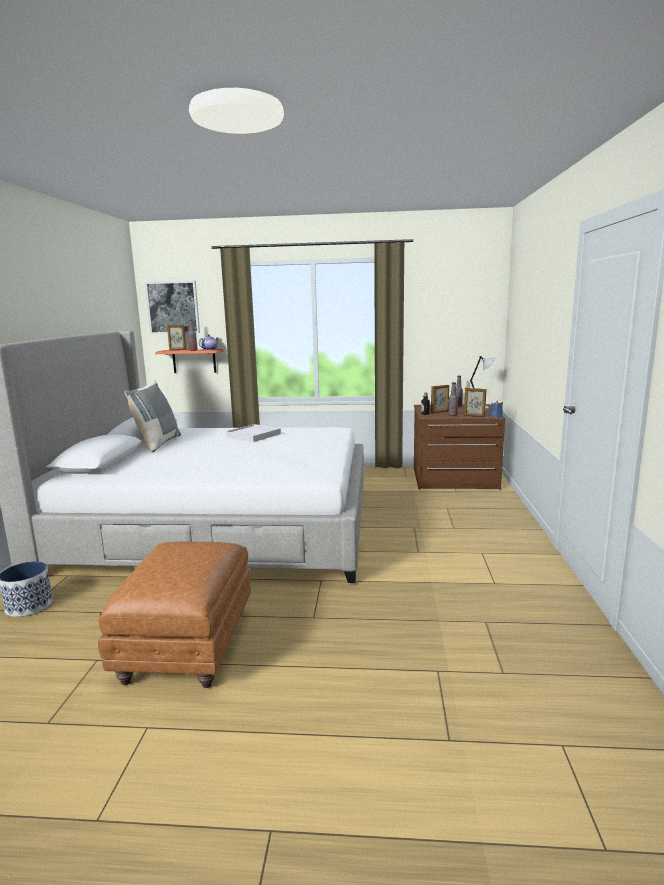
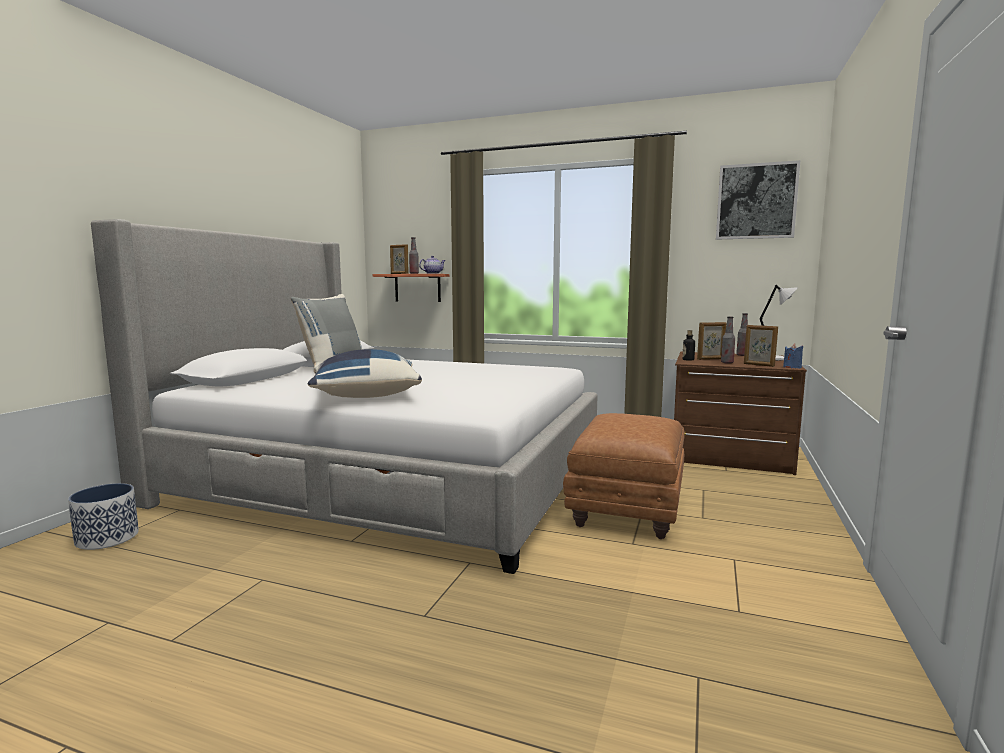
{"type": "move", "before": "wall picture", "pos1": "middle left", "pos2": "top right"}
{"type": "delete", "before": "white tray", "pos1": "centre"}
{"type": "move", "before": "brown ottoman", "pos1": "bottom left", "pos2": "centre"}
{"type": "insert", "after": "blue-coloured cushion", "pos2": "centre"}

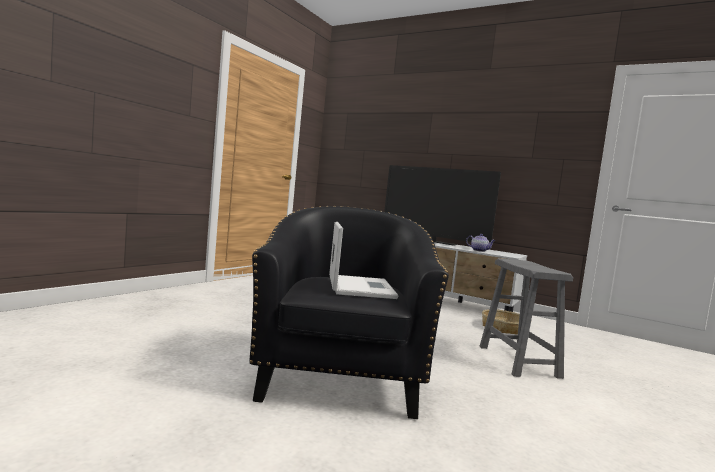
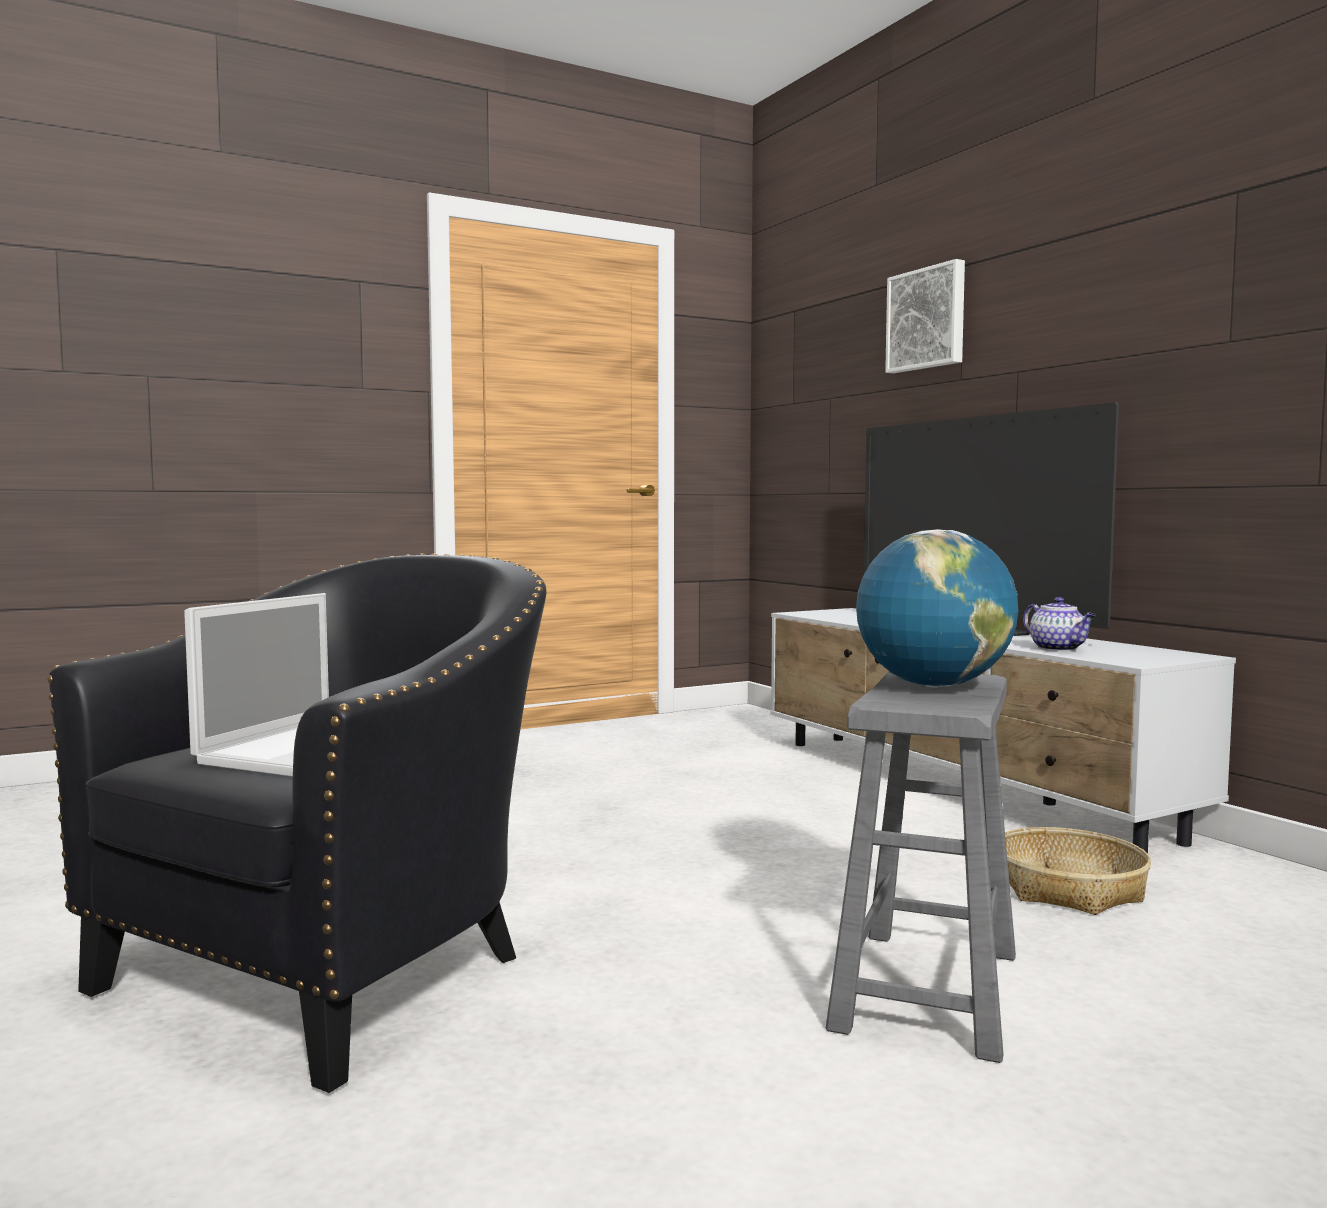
{"type": "insert", "after": "wall picture", "pos2": "top right"}
{"type": "insert", "after": "desk globe", "pos2": "middle right"}

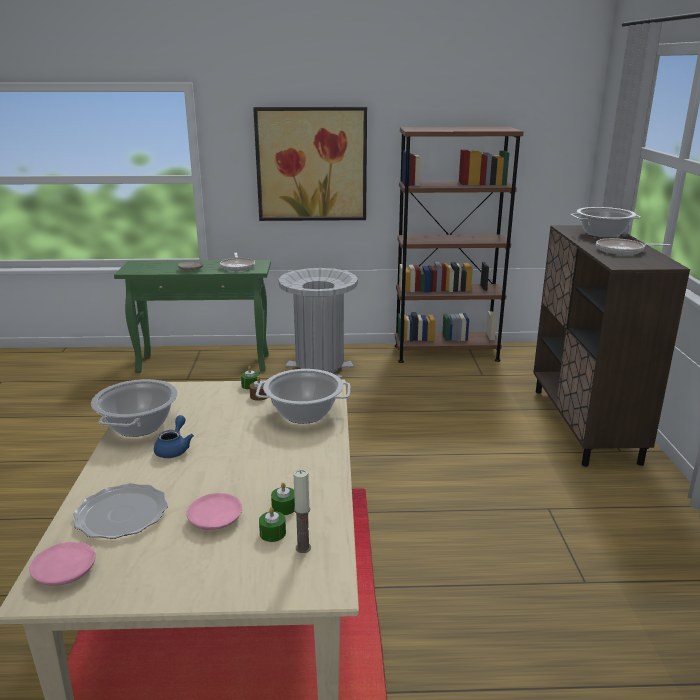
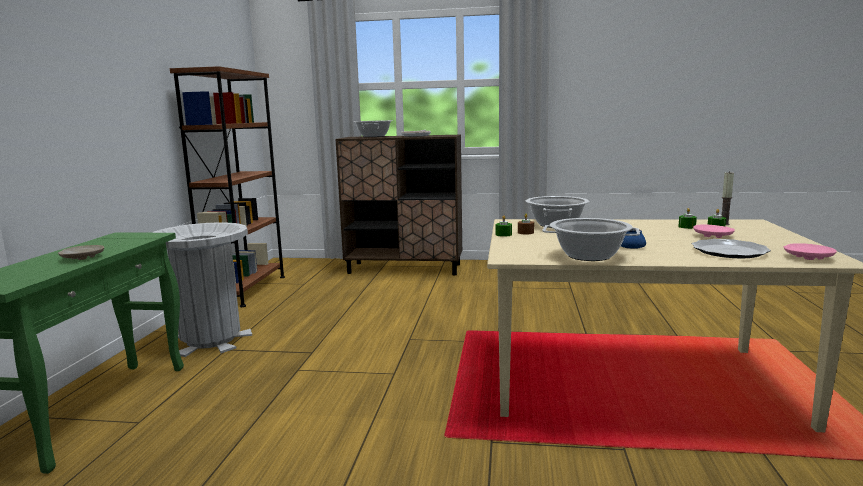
{"type": "delete", "before": "wall picture", "pos1": "top centre"}
{"type": "delete", "before": "frying pan (1st from left)", "pos1": "centre"}

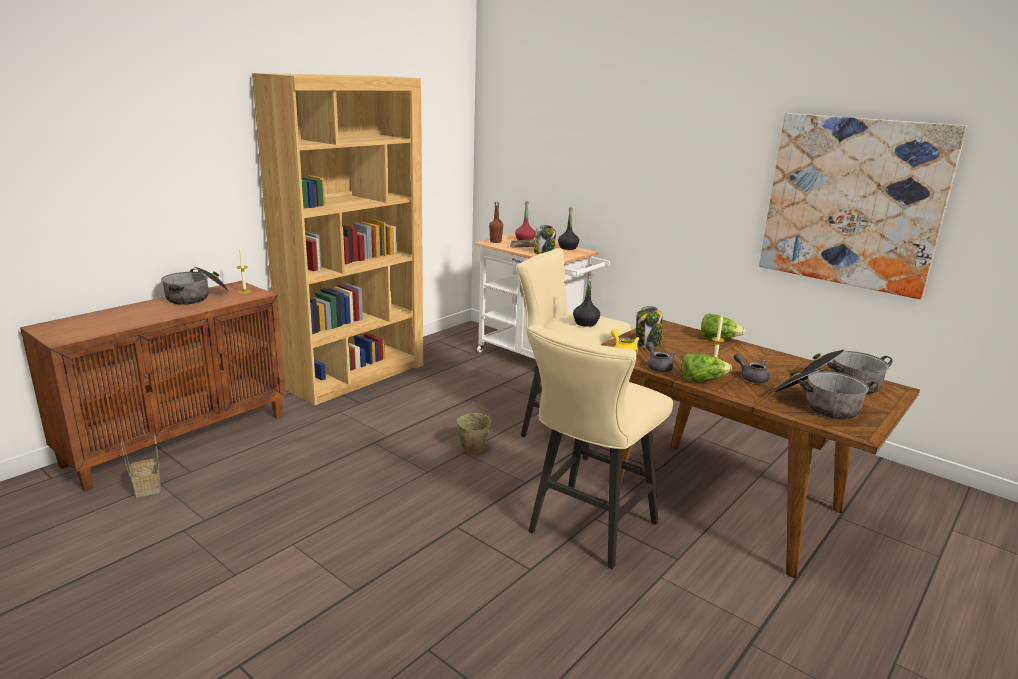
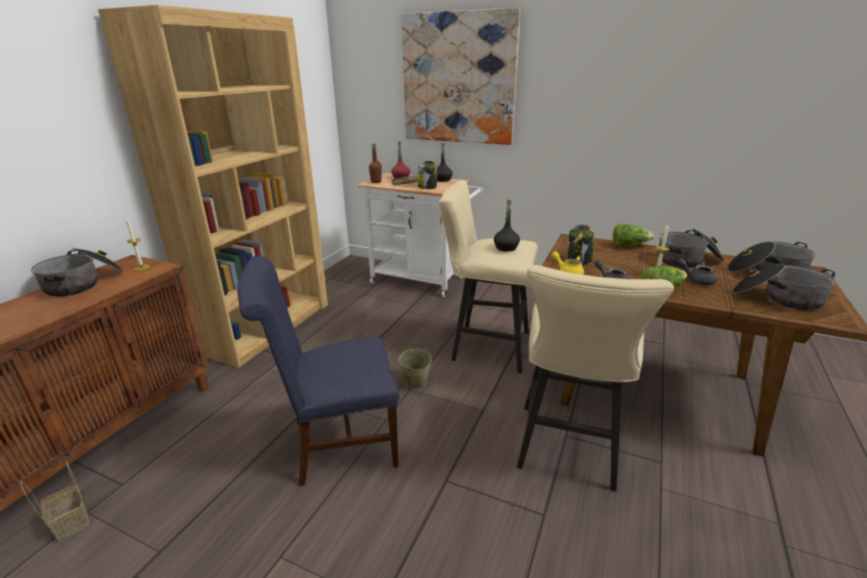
{"type": "move", "before": "wall picture", "pos1": "top right", "pos2": "top centre"}
{"type": "insert", "after": "cooking pot (2nd from left)", "pos2": "middle right"}
{"type": "insert", "after": "blue-coloured upright chair", "pos2": "centre"}

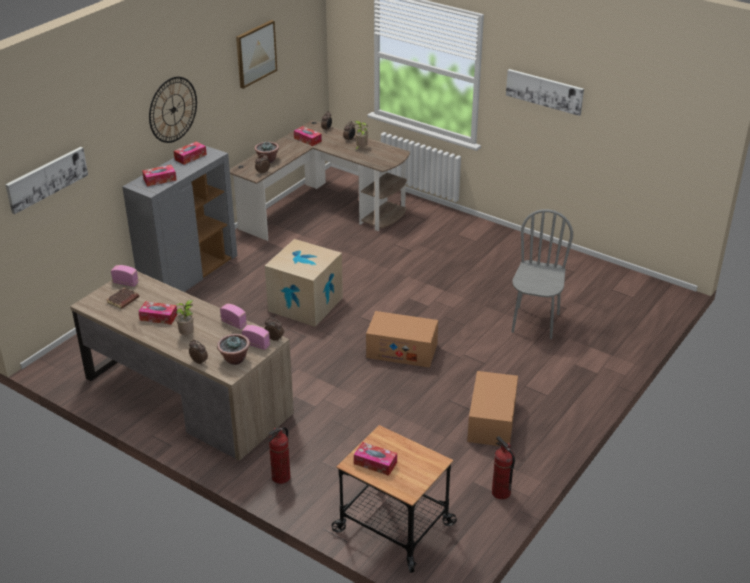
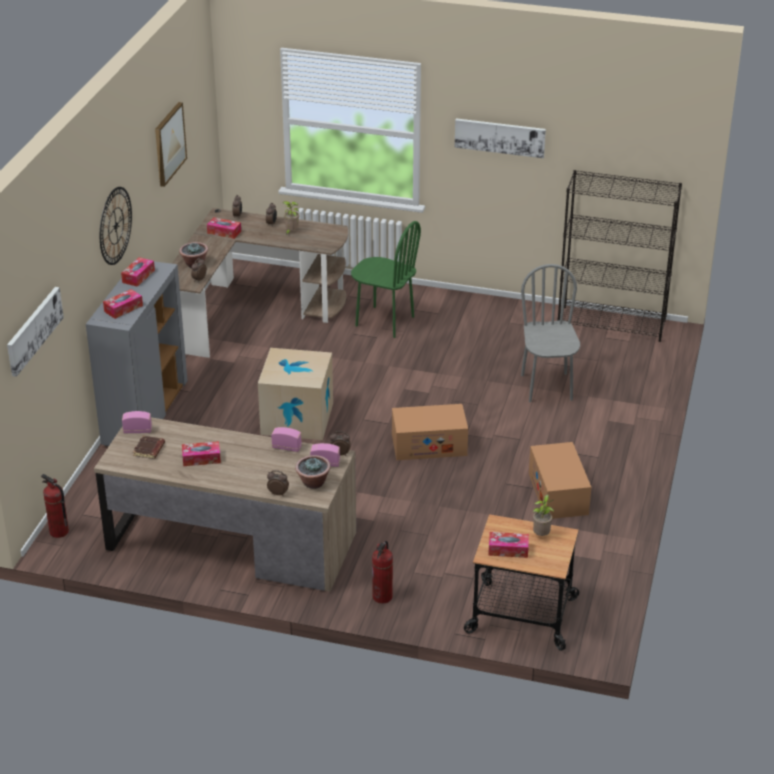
{"type": "move", "before": "houseplant (1st from left in the first image)", "after": "houseplant (4th from left)", "pos1": "middle left", "pos2": "middle right"}
{"type": "move", "before": "extinguisher (2nd from left in the first image)", "after": "extinguisher (1st from left)", "pos1": "bottom right", "pos2": "middle left"}
{"type": "insert", "after": "black bookshelf", "pos2": "top right"}
{"type": "insert", "after": "greenish upright chair", "pos2": "centre"}

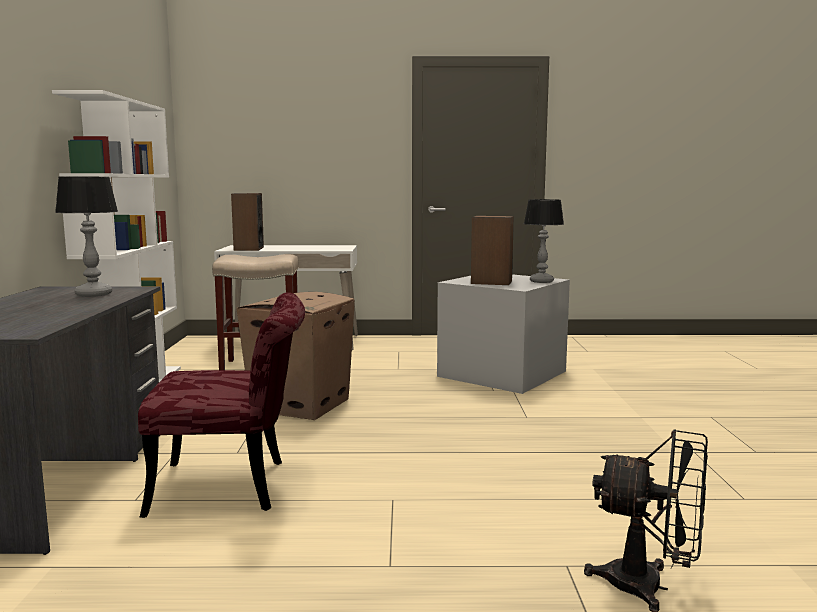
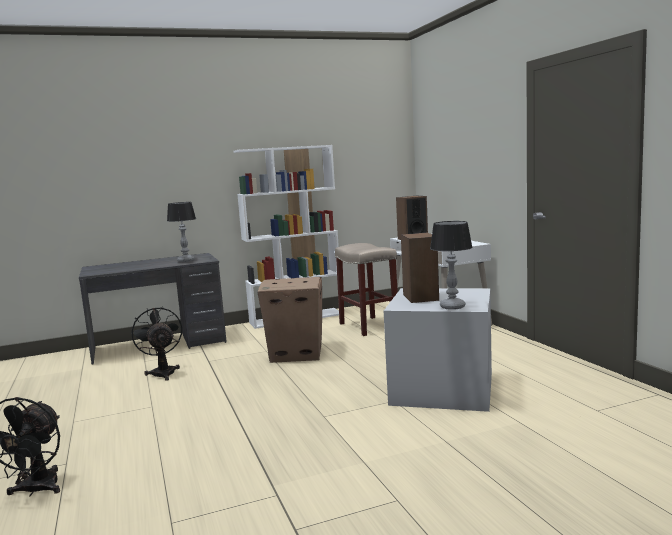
{"type": "replace", "before": "reddish upright chair", "after": "black electric fan (2nd from left)", "pos1": "middle left", "pos2": "middle left"}

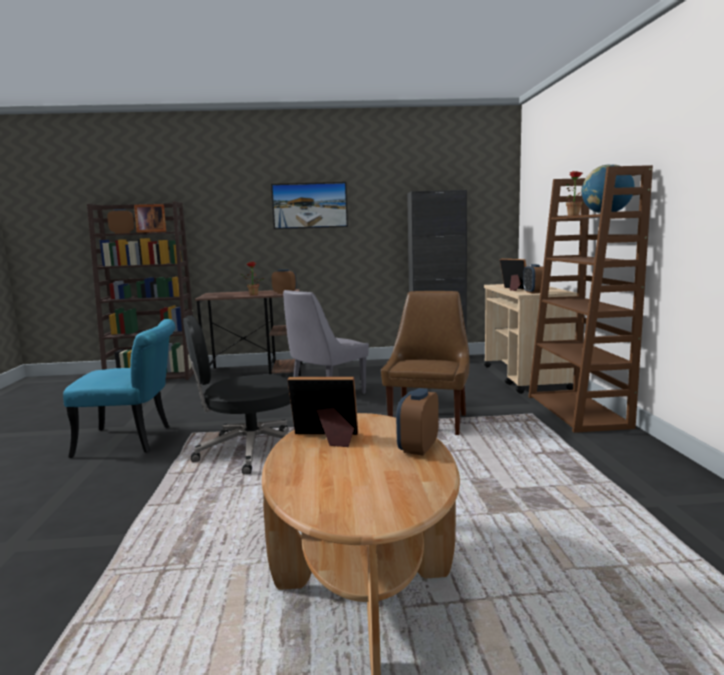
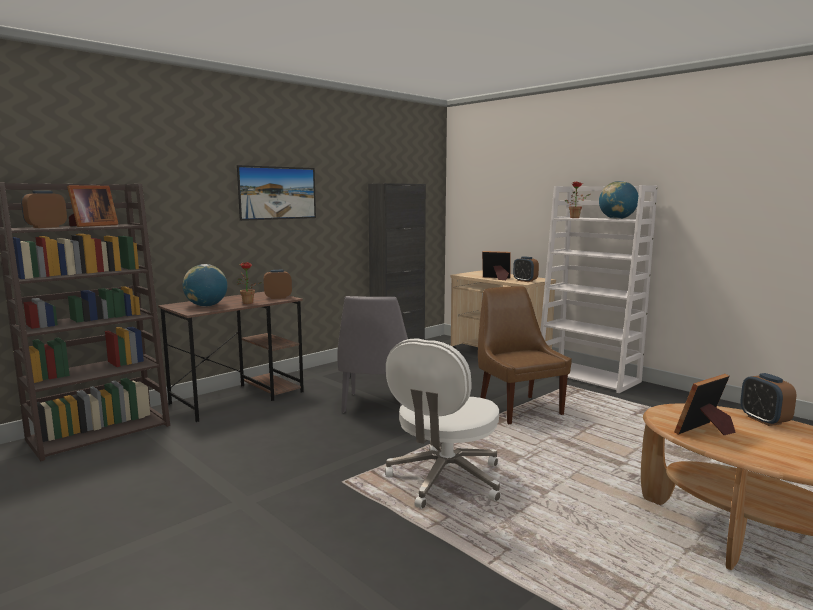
{"type": "recolor", "before": "brown bookshelf (2nd from left)", "after": "white bookshelf", "pos1": "middle right", "pos2": "middle right"}
{"type": "recolor", "before": "black desk chair", "after": "white desk chair", "pos1": "middle left", "pos2": "bottom centre"}
{"type": "delete", "before": "blue-green upright chair", "pos1": "middle left"}
{"type": "insert", "after": "desk globe (1st from left)", "pos2": "middle left"}

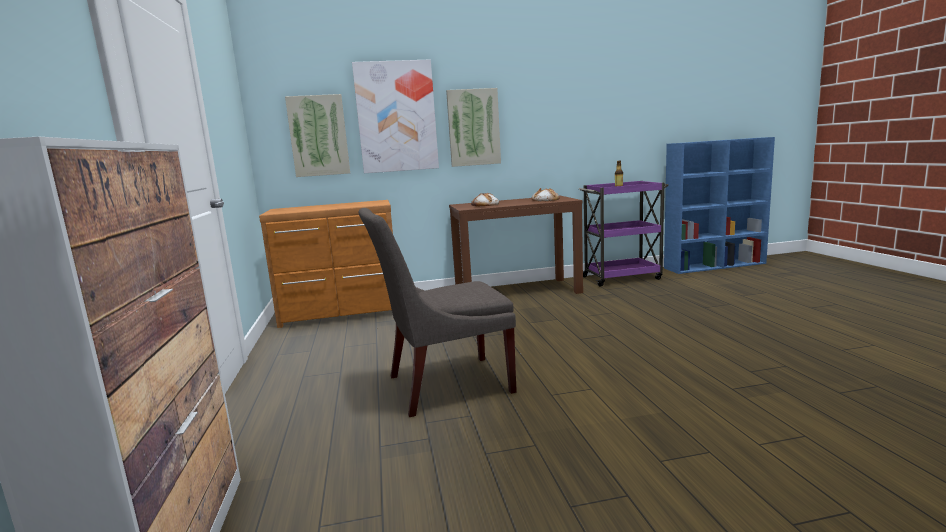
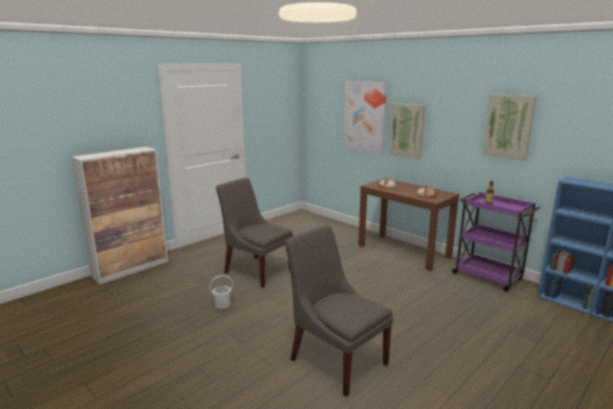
{"type": "move", "before": "wall picture (1st from left in the first image)", "after": "wall picture (3rd from left)", "pos1": "top centre", "pos2": "top right"}
{"type": "delete", "before": "brown chest of drawers", "pos1": "centre"}
{"type": "insert", "after": "greyish upright chair (2nd from left)", "pos2": "bottom centre"}
{"type": "insert", "after": "white water bucket", "pos2": "bottom centre"}

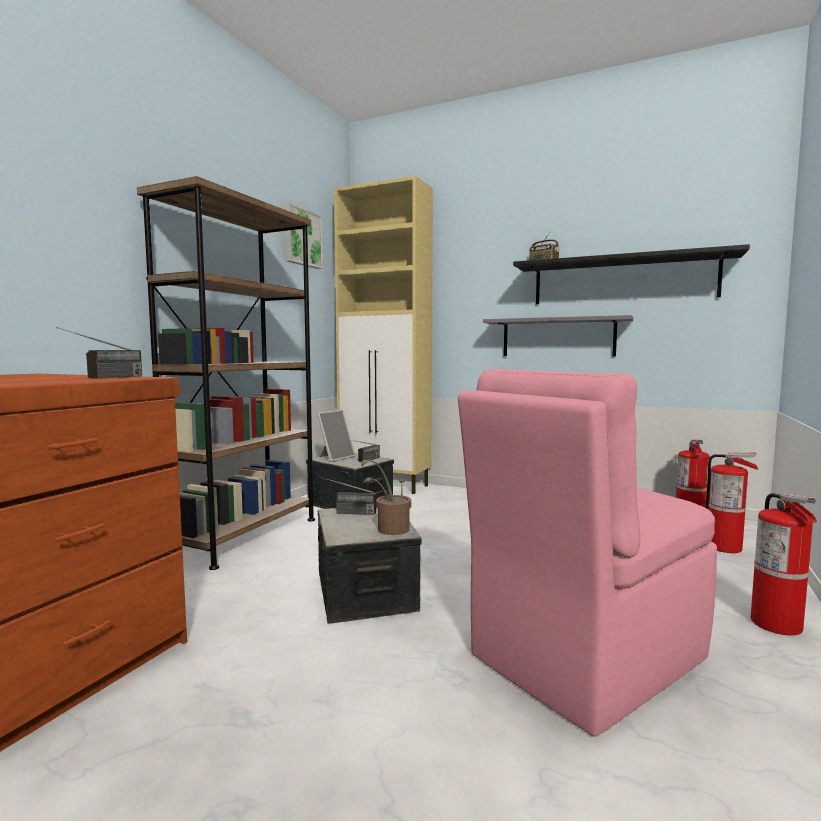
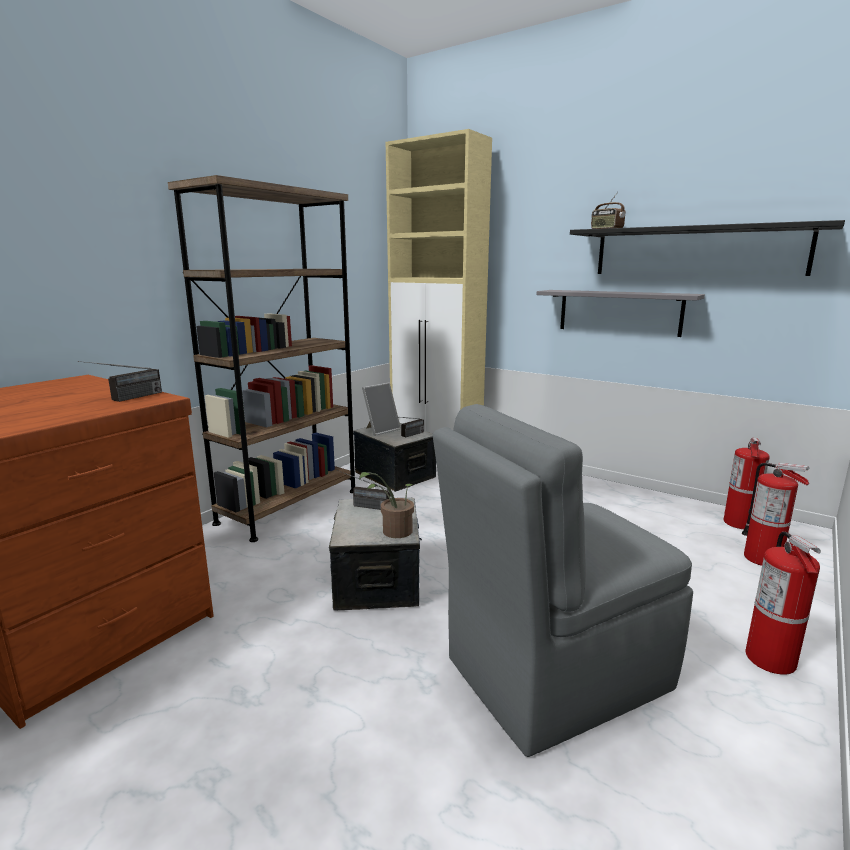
{"type": "delete", "before": "wall picture", "pos1": "top centre"}
{"type": "recolor", "before": "pink upright chair", "after": "greyish upright chair", "pos1": "bottom right", "pos2": "bottom centre"}

